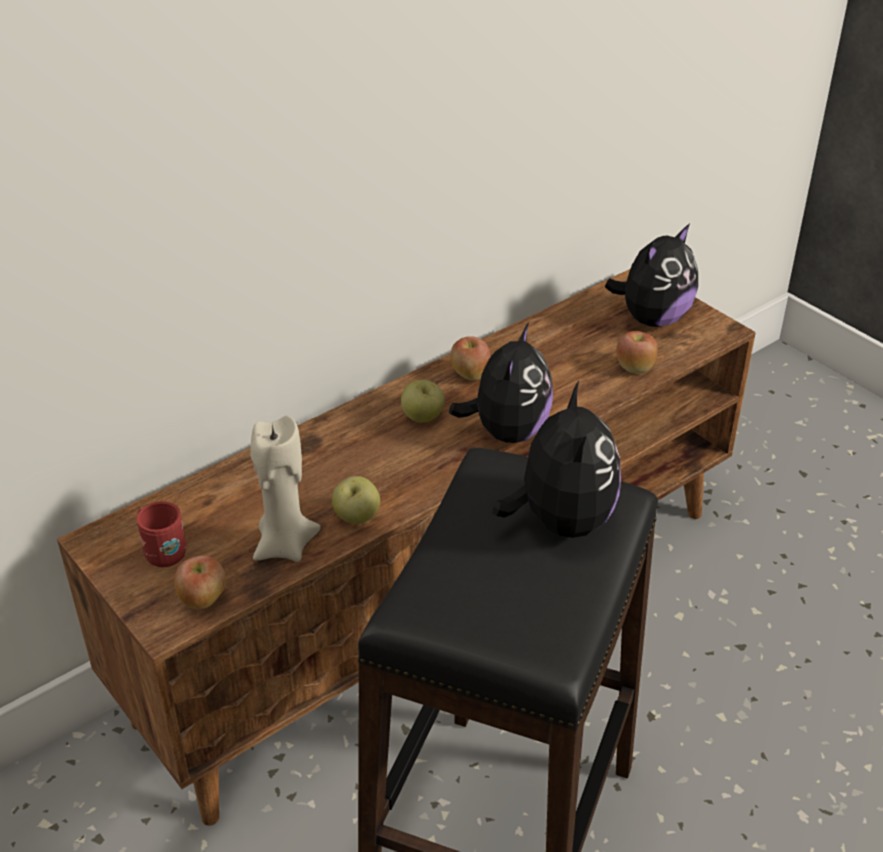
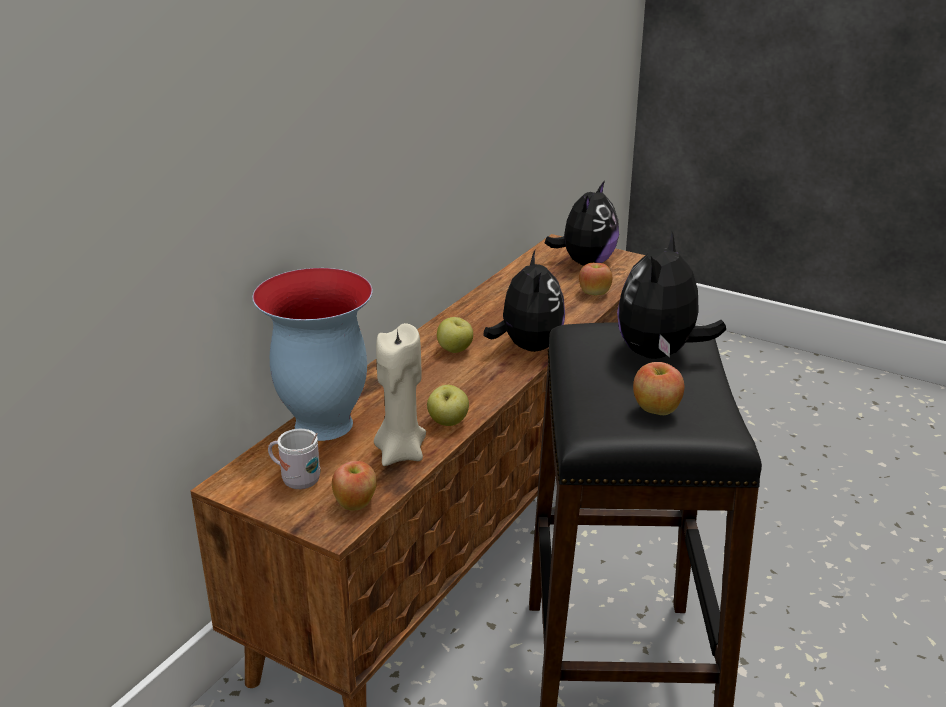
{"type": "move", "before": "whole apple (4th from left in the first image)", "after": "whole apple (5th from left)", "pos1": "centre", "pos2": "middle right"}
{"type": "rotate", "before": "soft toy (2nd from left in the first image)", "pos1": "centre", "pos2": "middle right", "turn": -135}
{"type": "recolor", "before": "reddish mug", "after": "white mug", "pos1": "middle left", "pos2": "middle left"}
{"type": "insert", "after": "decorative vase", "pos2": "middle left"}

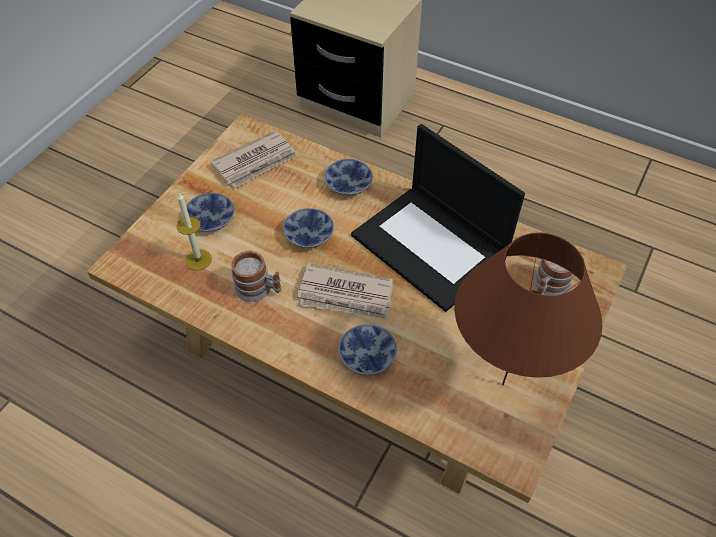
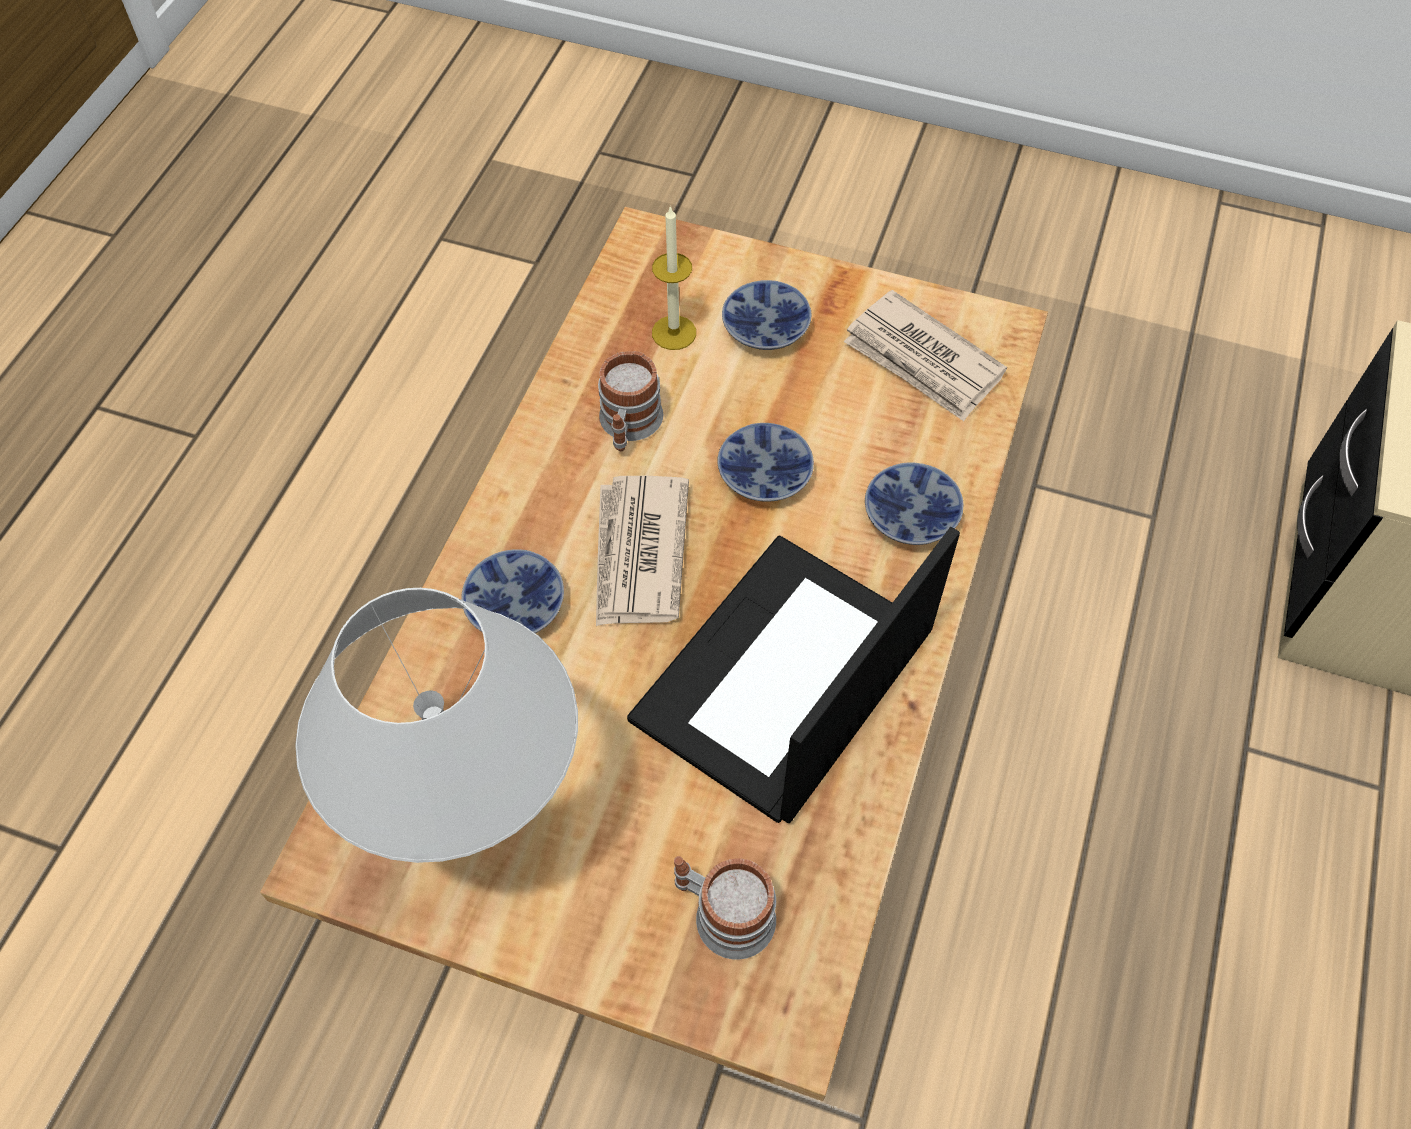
{"type": "recolor", "before": "brown tabletop lamp", "after": "white tabletop lamp", "pos1": "middle right", "pos2": "middle left"}

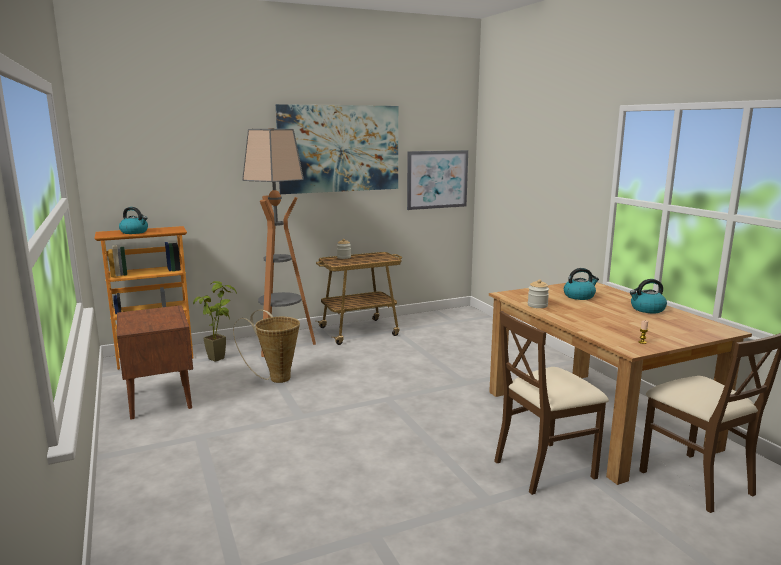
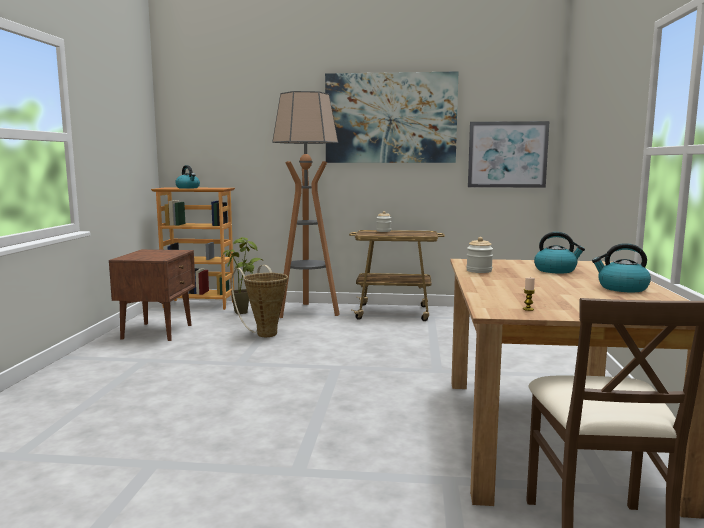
{"type": "delete", "before": "brown upright chair (1st from left)", "pos1": "bottom right"}

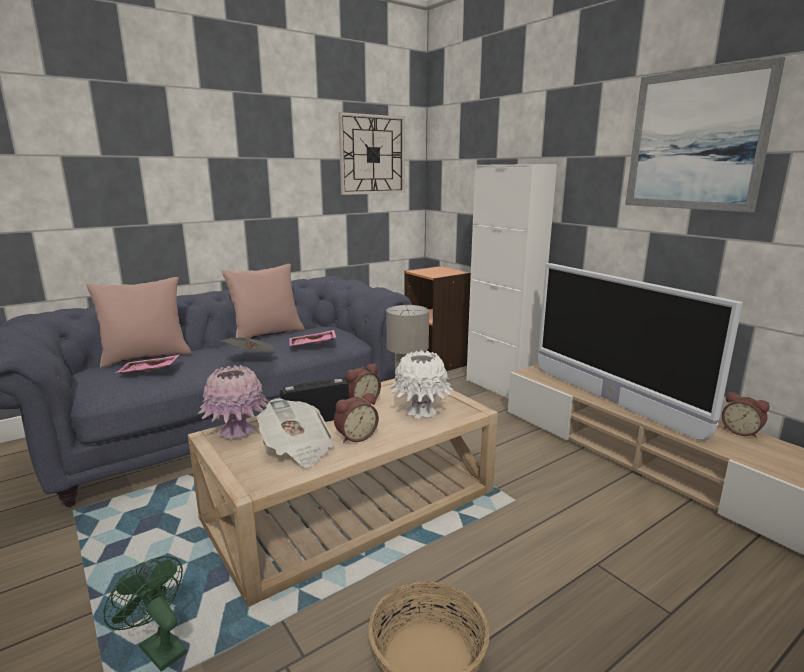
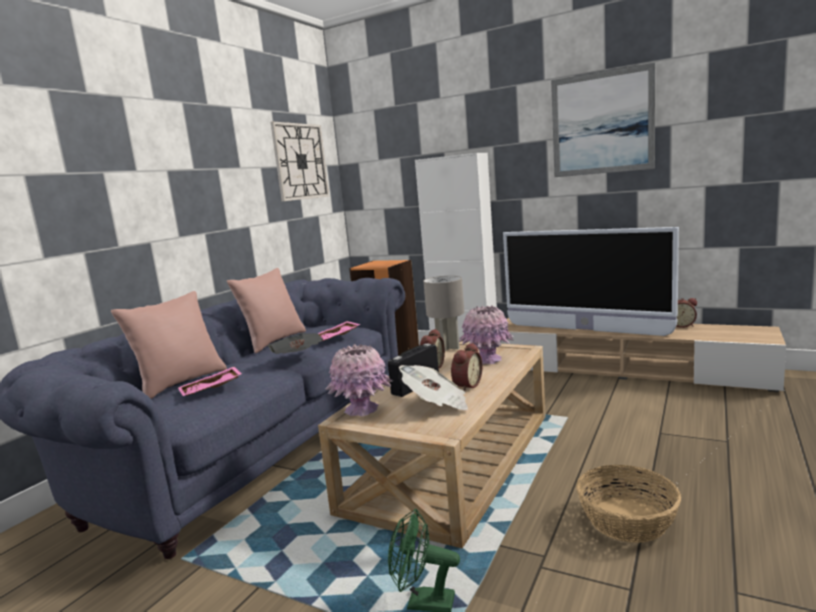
{"type": "recolor", "before": "white decorative vase", "after": "pink decorative vase (2nd from left)", "pos1": "centre", "pos2": "centre"}

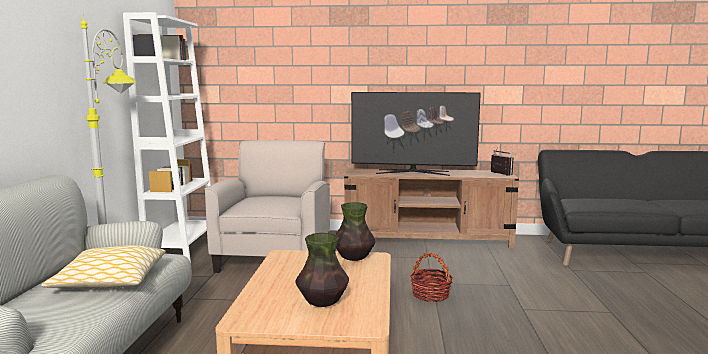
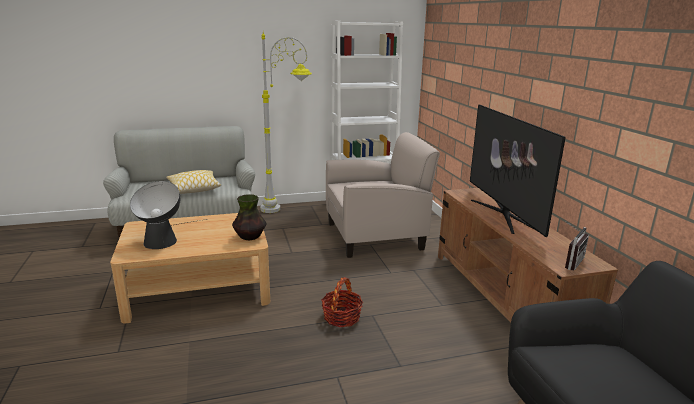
{"type": "replace", "before": "decorative vase (1st from left)", "after": "tabletop lamp", "pos1": "bottom centre", "pos2": "middle left"}

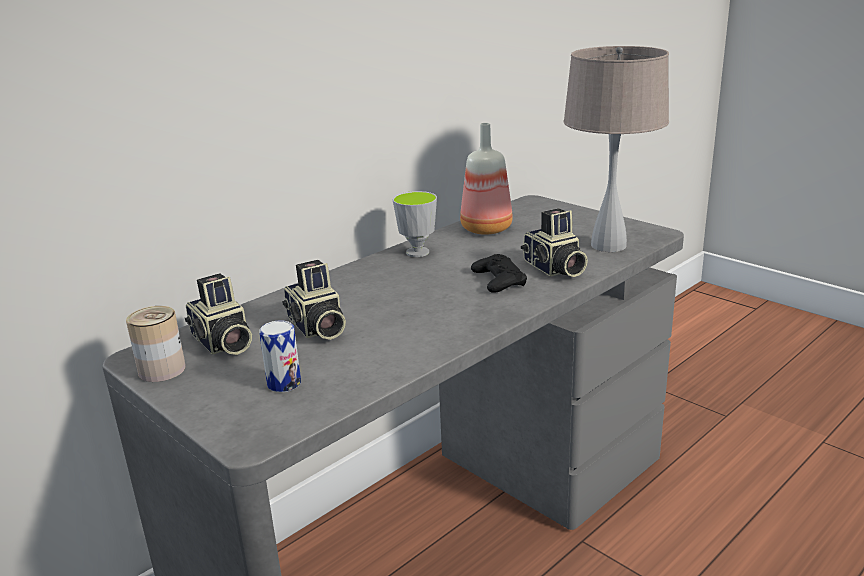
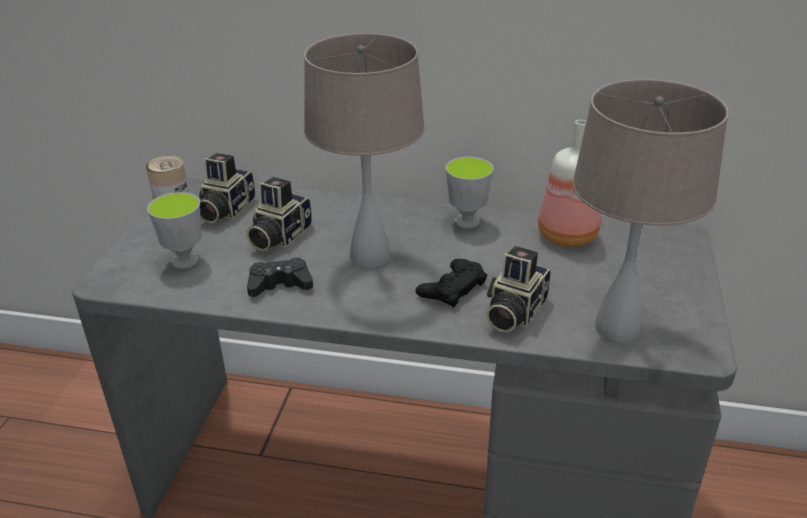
{"type": "replace", "before": "metal can (2nd from left)", "after": "small cup (1st from left)", "pos1": "middle left", "pos2": "middle left"}
{"type": "insert", "after": "beige-coloured tabletop lamp (1st from left)", "pos2": "top centre"}
{"type": "insert", "after": "black gamepad (1st from left)", "pos2": "centre"}

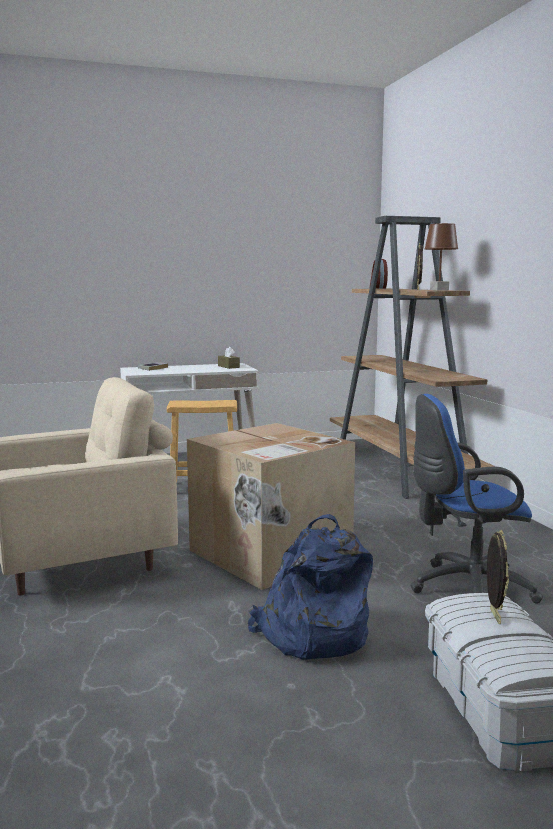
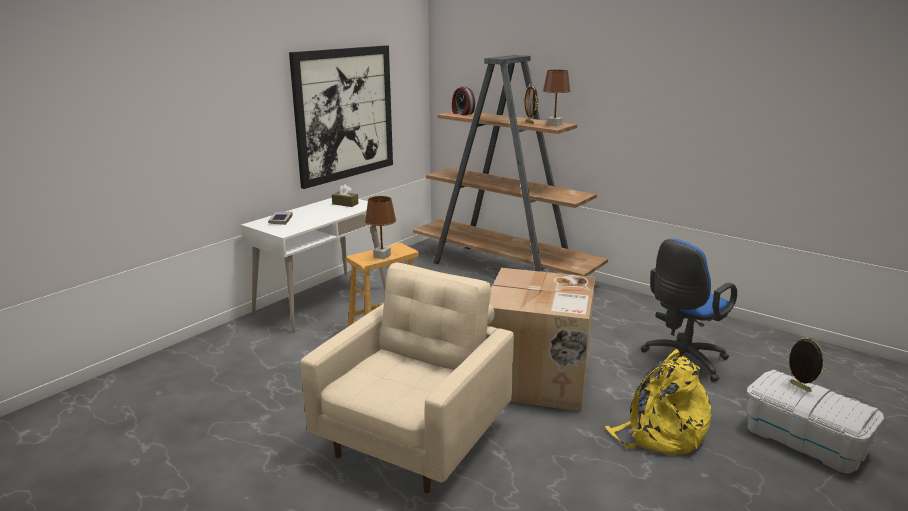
{"type": "recolor", "before": "blue-coloured backpack", "after": "yellowish backpack", "pos1": "bottom centre", "pos2": "bottom right"}
{"type": "insert", "after": "wall picture", "pos2": "top centre"}
{"type": "insert", "after": "brown tabletop lamp (1st from left)", "pos2": "centre"}

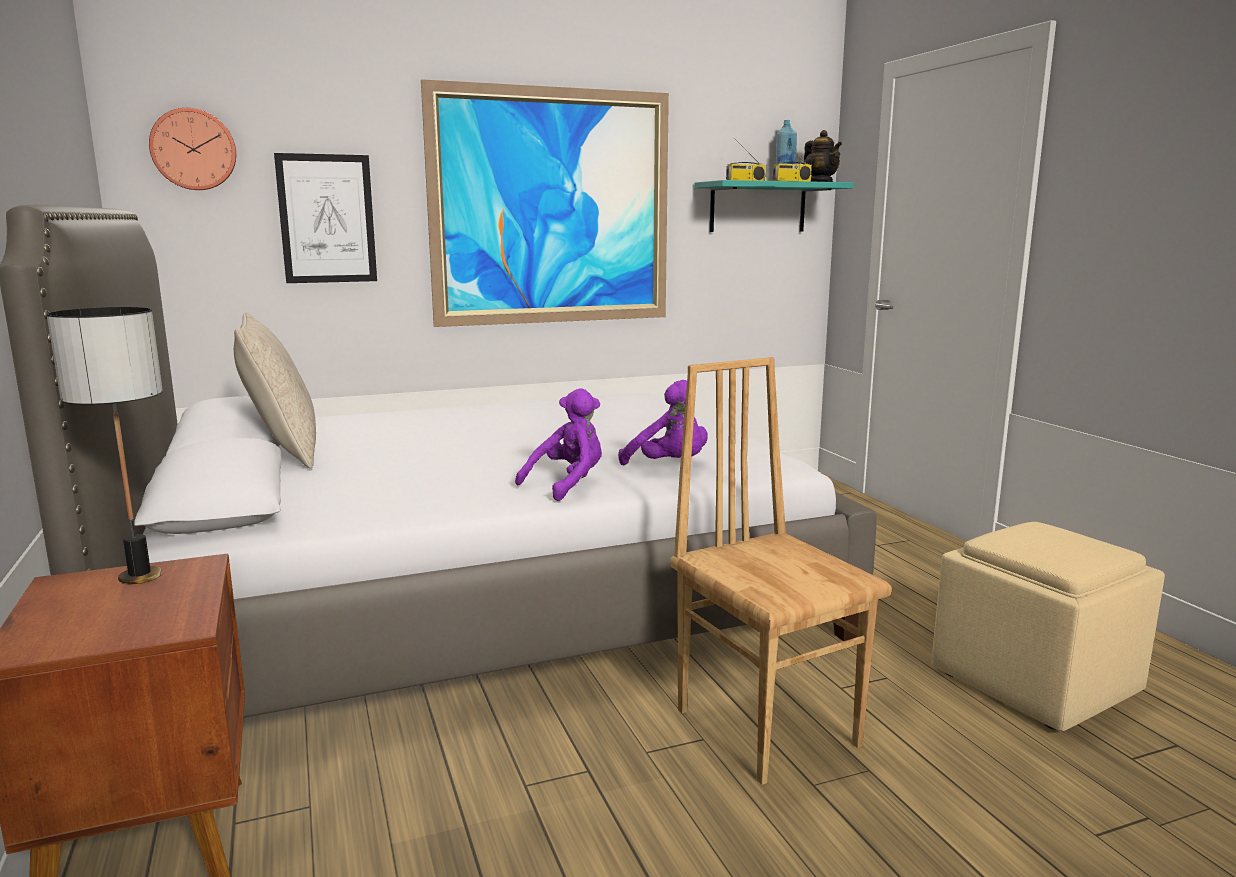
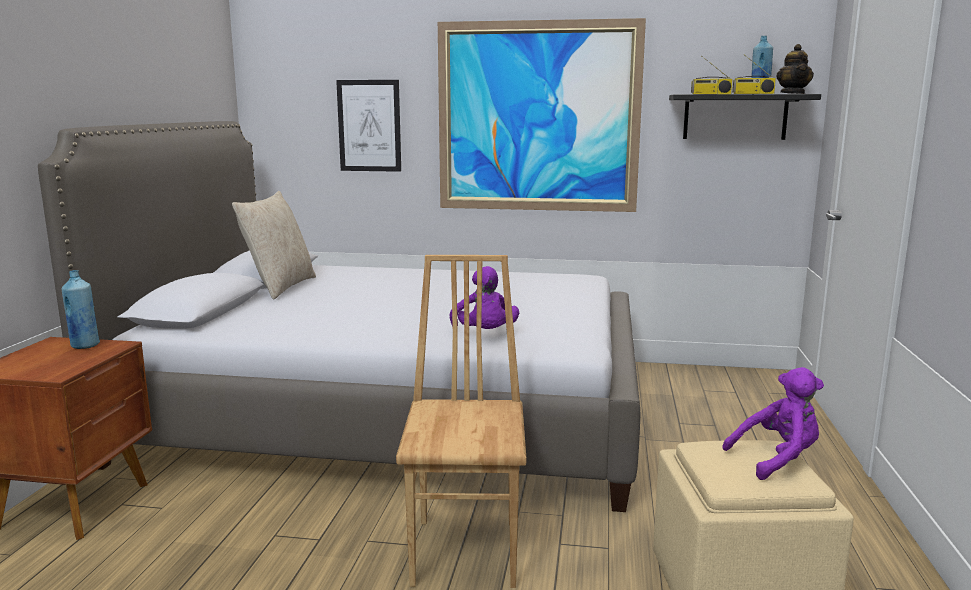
{"type": "delete", "before": "wall clock", "pos1": "top left"}
{"type": "recolor", "before": "blue-green wall shelf", "after": "black wall shelf", "pos1": "top centre", "pos2": "top right"}
{"type": "replace", "before": "tabletop lamp", "after": "blue-coloured beverage bottle (1st from left)", "pos1": "middle left", "pos2": "middle left"}
{"type": "move", "before": "purple-coloured soft toy (1st from left in the first image)", "after": "purple-coloured soft toy (2nd from left)", "pos1": "centre", "pos2": "bottom right"}

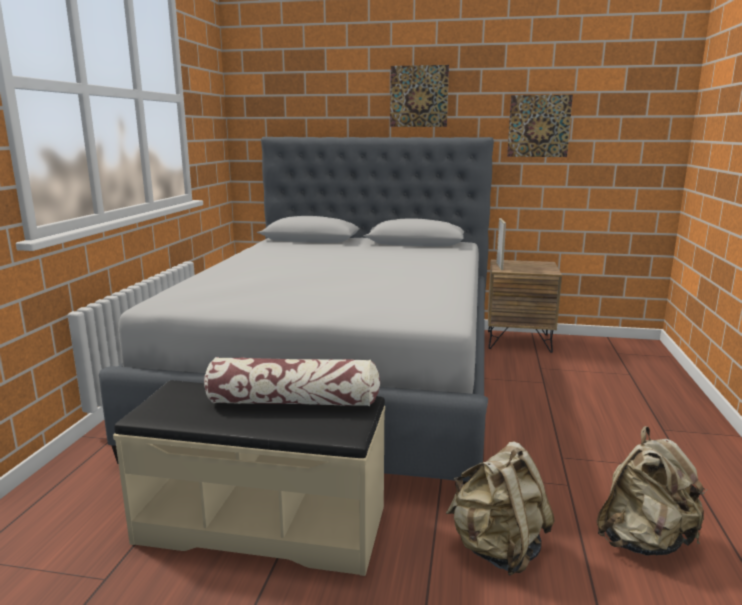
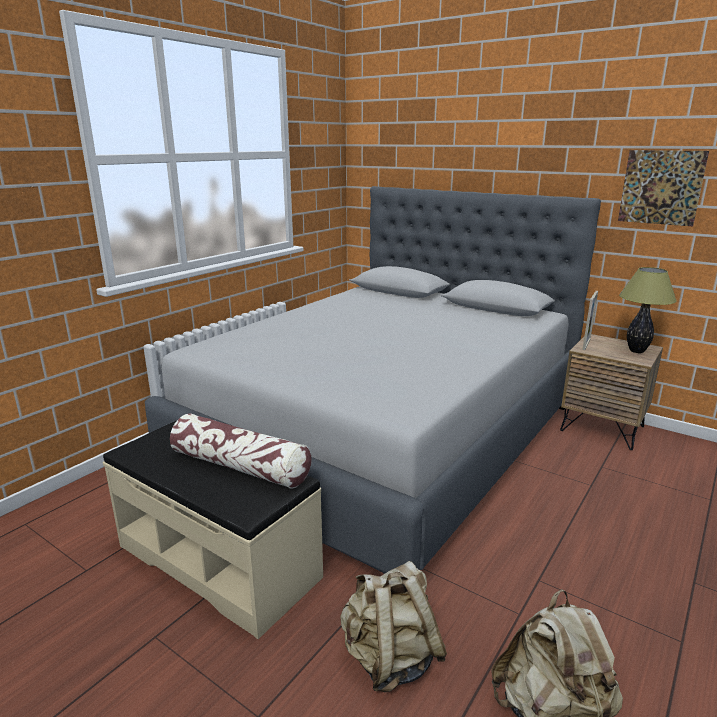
{"type": "delete", "before": "wall picture (1st from left)", "pos1": "top centre"}
{"type": "insert", "after": "tabletop lamp", "pos2": "middle right"}

